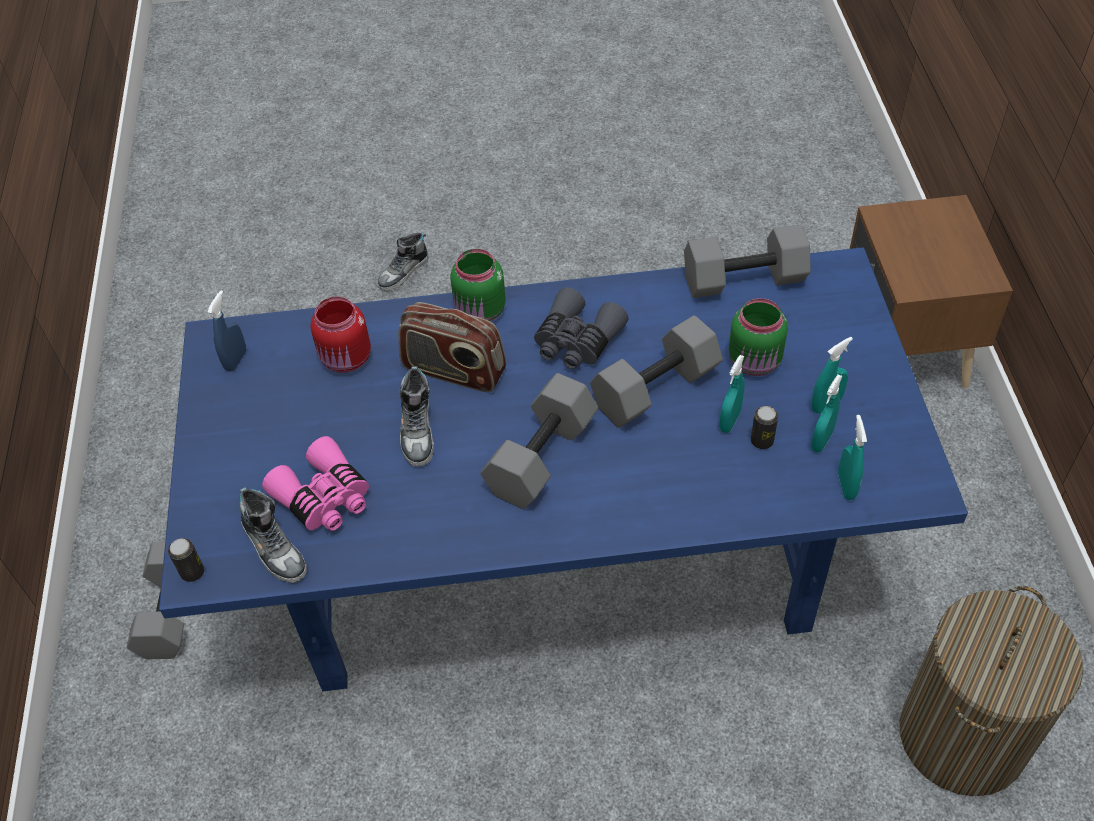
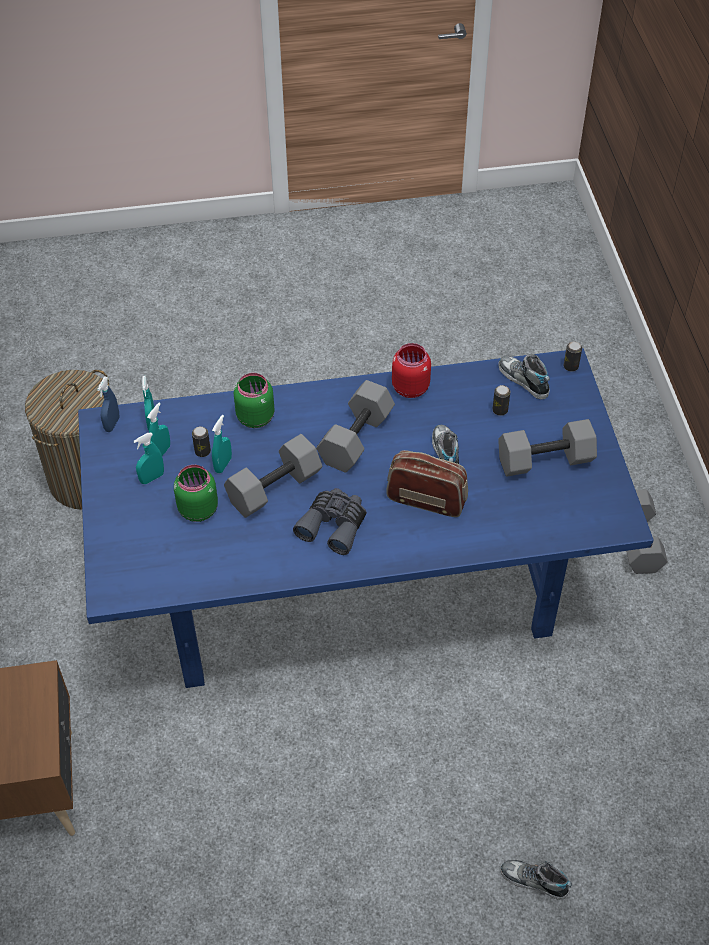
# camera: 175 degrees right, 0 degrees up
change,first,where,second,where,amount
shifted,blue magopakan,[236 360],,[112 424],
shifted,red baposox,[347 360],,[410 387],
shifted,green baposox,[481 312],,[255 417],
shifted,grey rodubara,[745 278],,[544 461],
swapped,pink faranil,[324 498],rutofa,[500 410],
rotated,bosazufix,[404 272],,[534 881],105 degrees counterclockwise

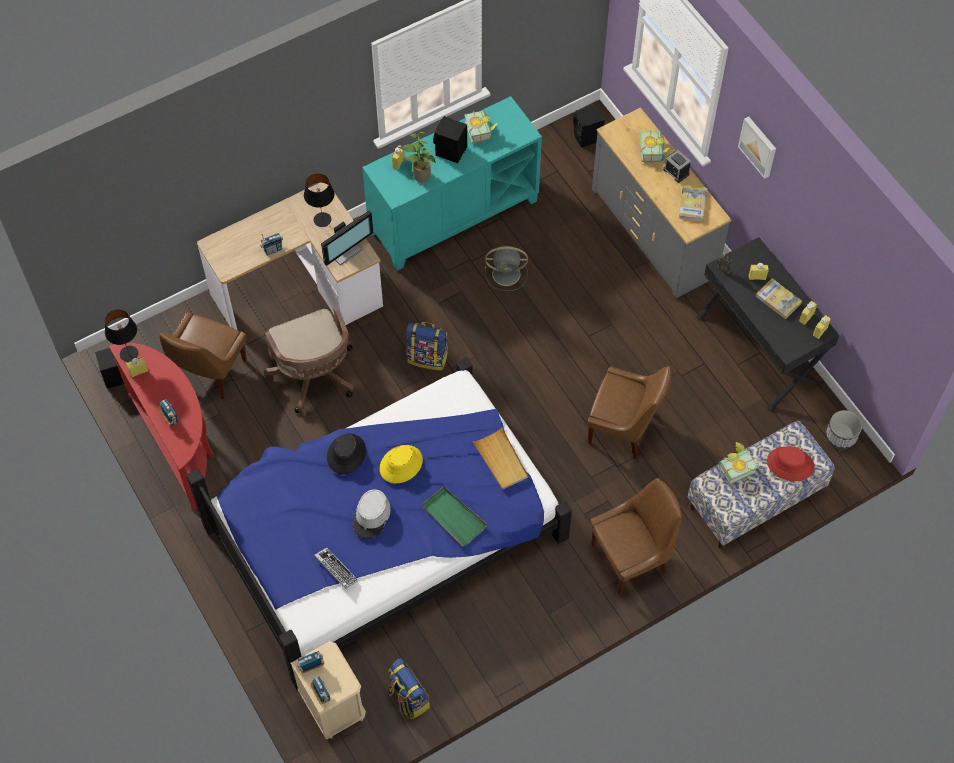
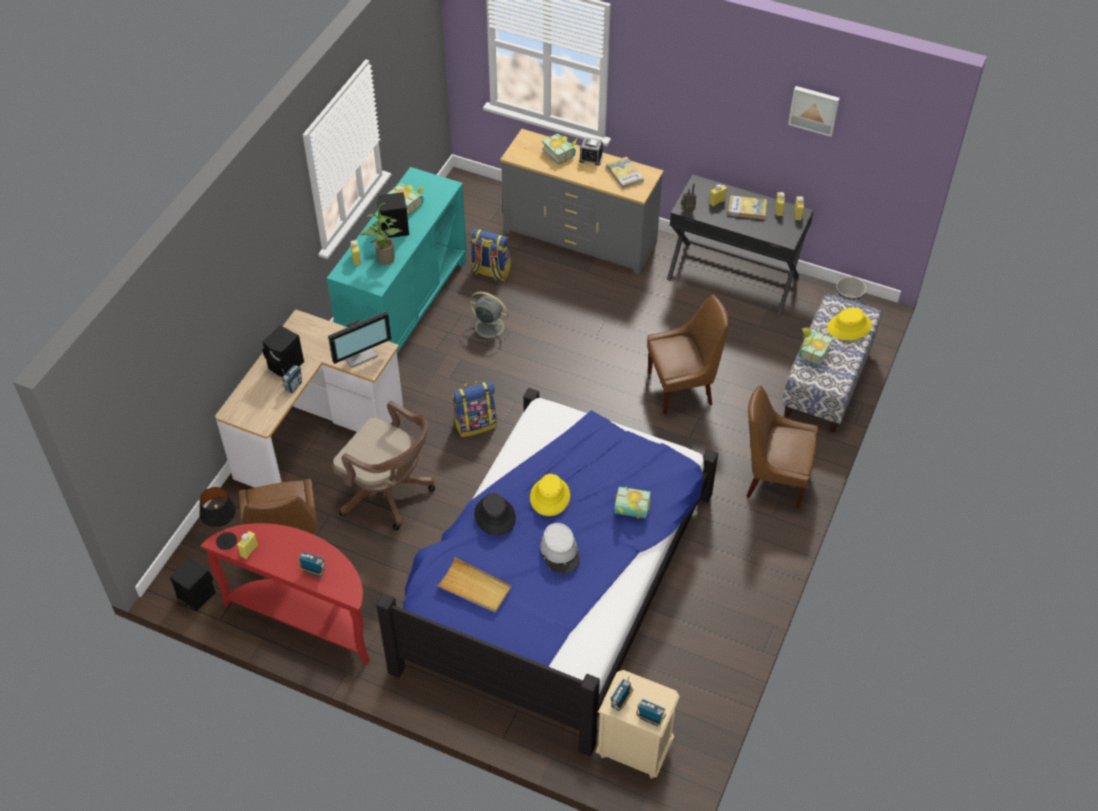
# camera: 35 degrees left, 10 degrees down
change,first,where,second,where,amount
gone,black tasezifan,[322 219],,,
gone,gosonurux,[336 569],,,
shifted,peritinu,[408 698],,[490 272],
shifted,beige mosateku,[501 460],,[474 587],
shifted,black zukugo,[588 137],,[286 366],
shifted,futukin,[759 146],,[814 109],
swapped,green mosateku,[453 517],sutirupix,[631 512],
repainted,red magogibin,[790 464],yellow magogibin,[849 327],
rotated,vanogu,[344 250],,[359 353],45 degrees clockwise
rotated,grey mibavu,[507 274],,[488 326],120 degrees counterclockwise
rotated,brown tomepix,[631 557],,[773 478],105 degrees counterclockwise

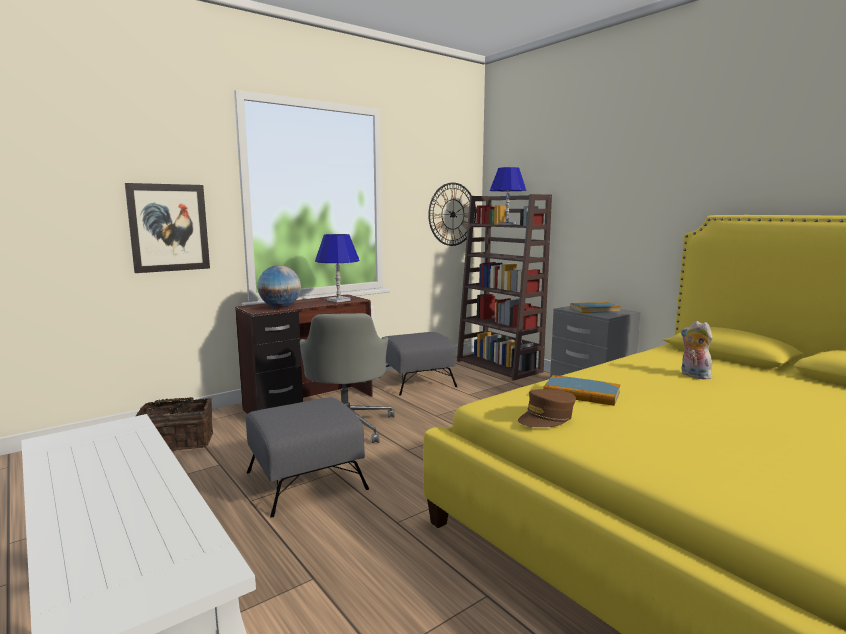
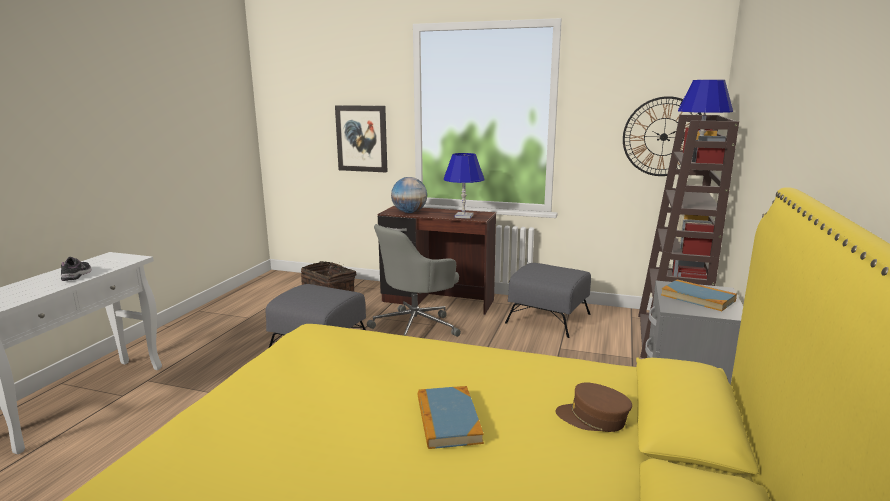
# camera: 55 degrees right, 5 degrees up
change,first,where,second,where,amount
gone,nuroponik,[693 375],,,
new,,,bosazufix,[77 275],
shifted,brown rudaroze,[546 418],,[593 418],
shifted,sutirupix,[581 393],,[448 420],

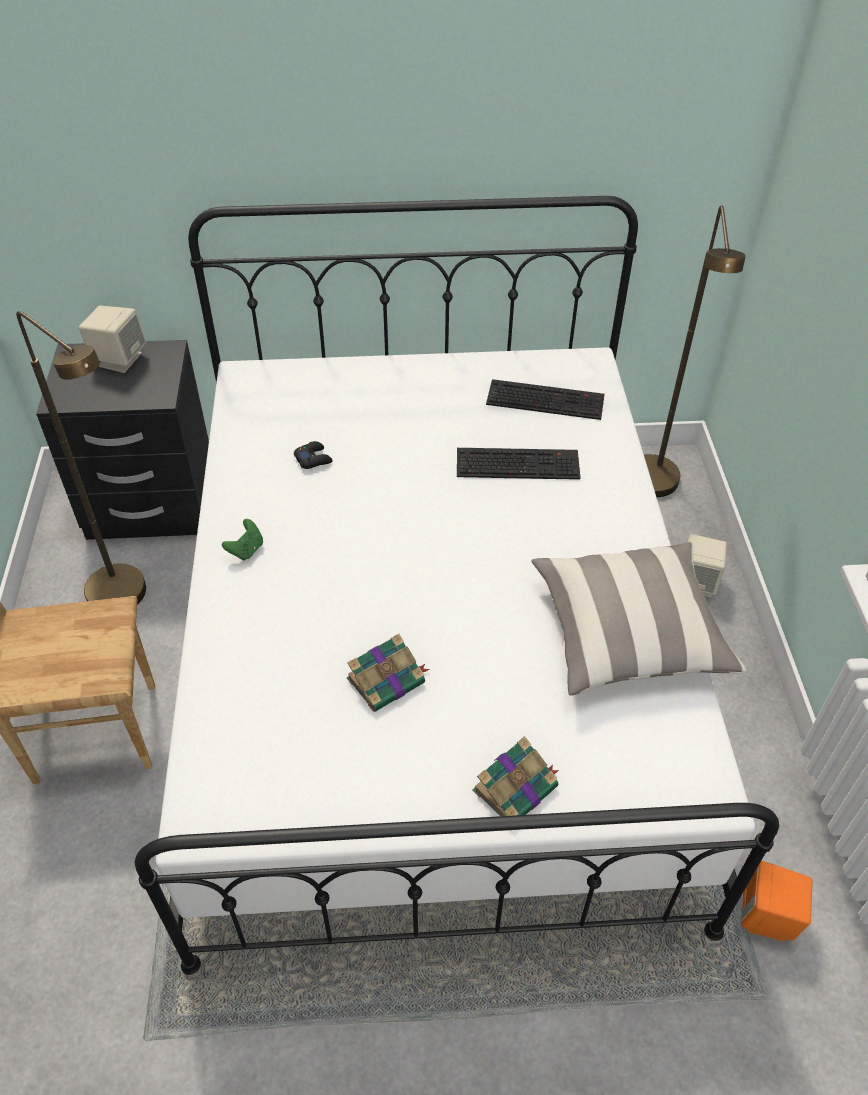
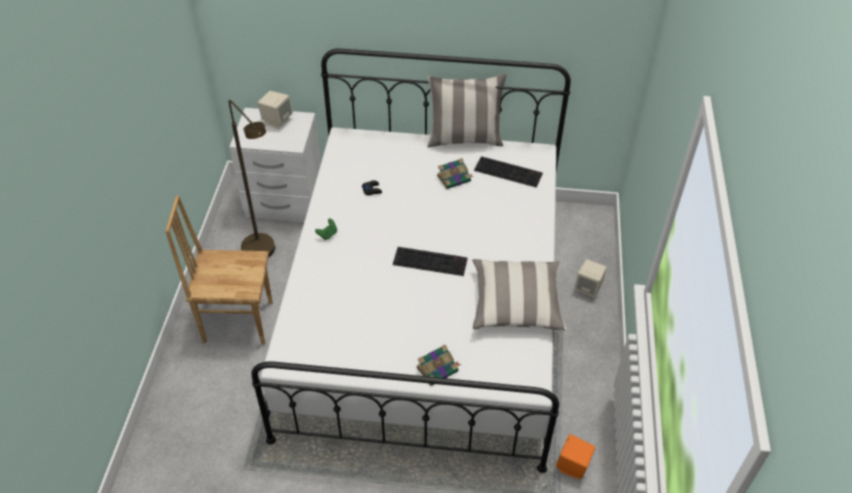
# camera: 10 degrees right, 0 degrees up
change,first,where,second,where,amount
gone,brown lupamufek,[654 489],,,
new,,,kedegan,[464 139],
shifted,sutirupix,[387 680],,[454 178],
shifted,gosonurux,[519 463],,[431 261],
repainted,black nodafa,[152 505],white nodafa,[284 202],

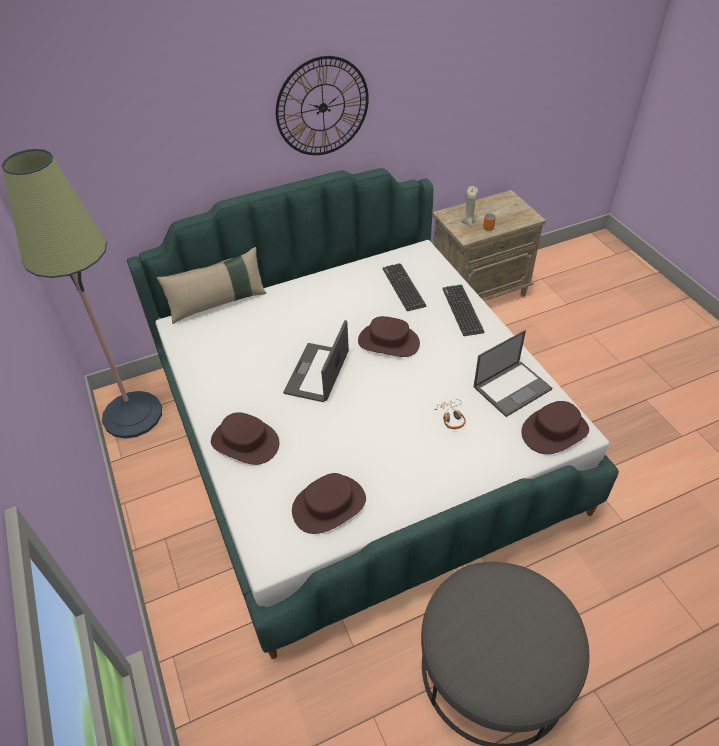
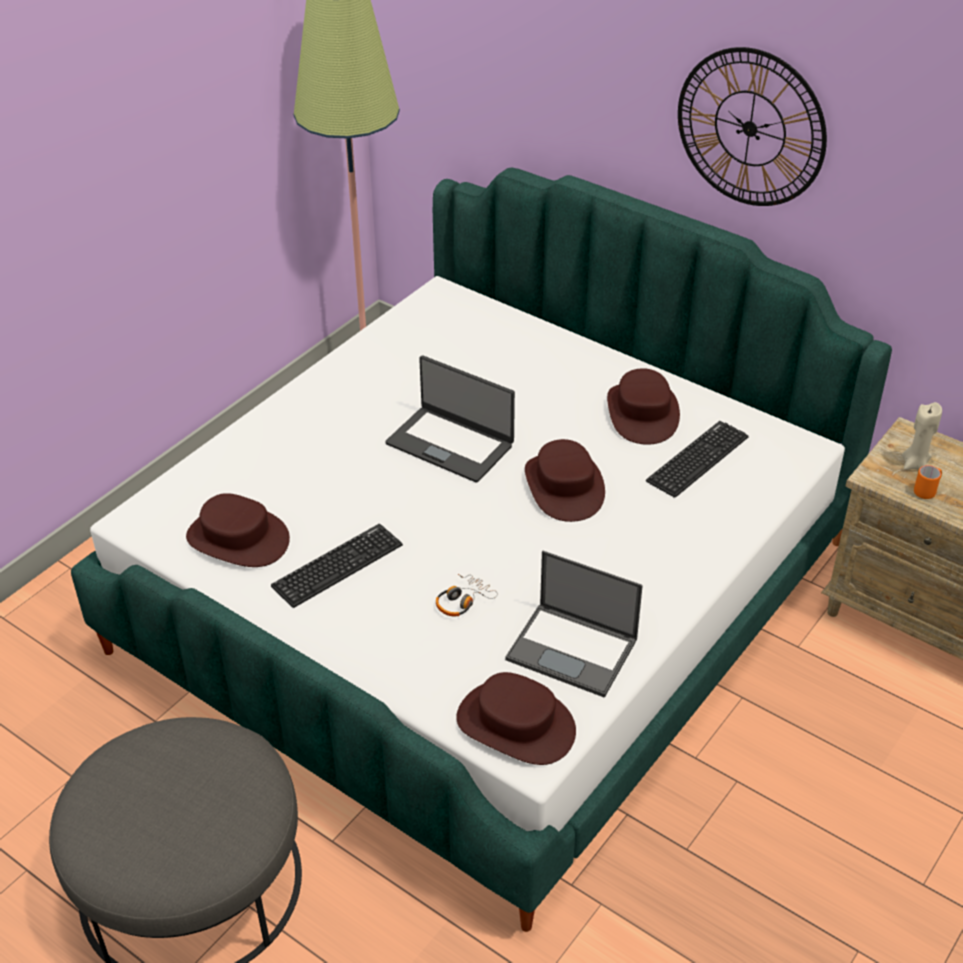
# camera: 60 degrees right, 5 degrees down
change,first,where,second,where,amount
gone,beige kedegan,[218 303],,,
shifted,brown magogibin,[245 442],,[642 413],
shifted,gosonurux,[462 310],,[337 566],
rotated,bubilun,[318 373],,[450 444],135 degrees counterclockwise

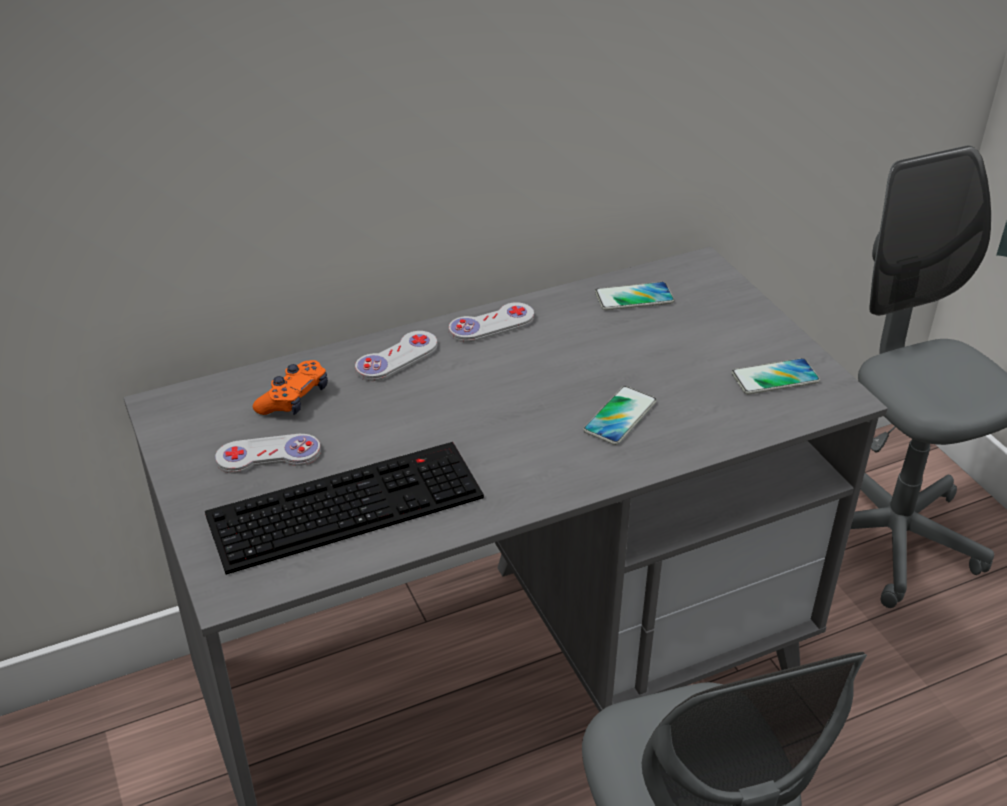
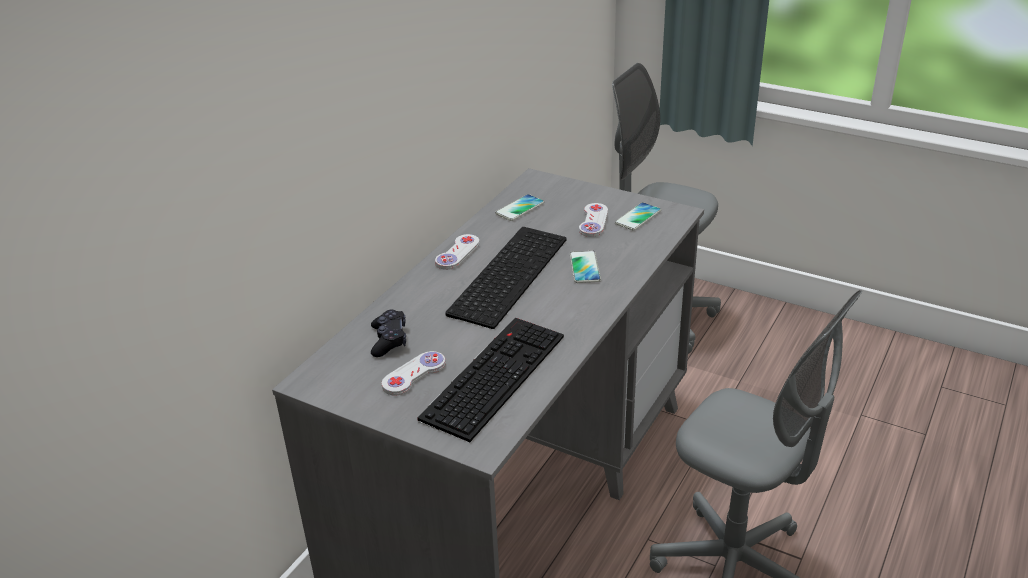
# camera: 35 degrees left, 5 degrees down
change,first,where,second,where,amount
new,,,gosonurux,[507 274],
shifted,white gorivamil,[397 358],,[593 221],
repainted,orange gorivamil,[294 399],black gorivamil,[389 340],

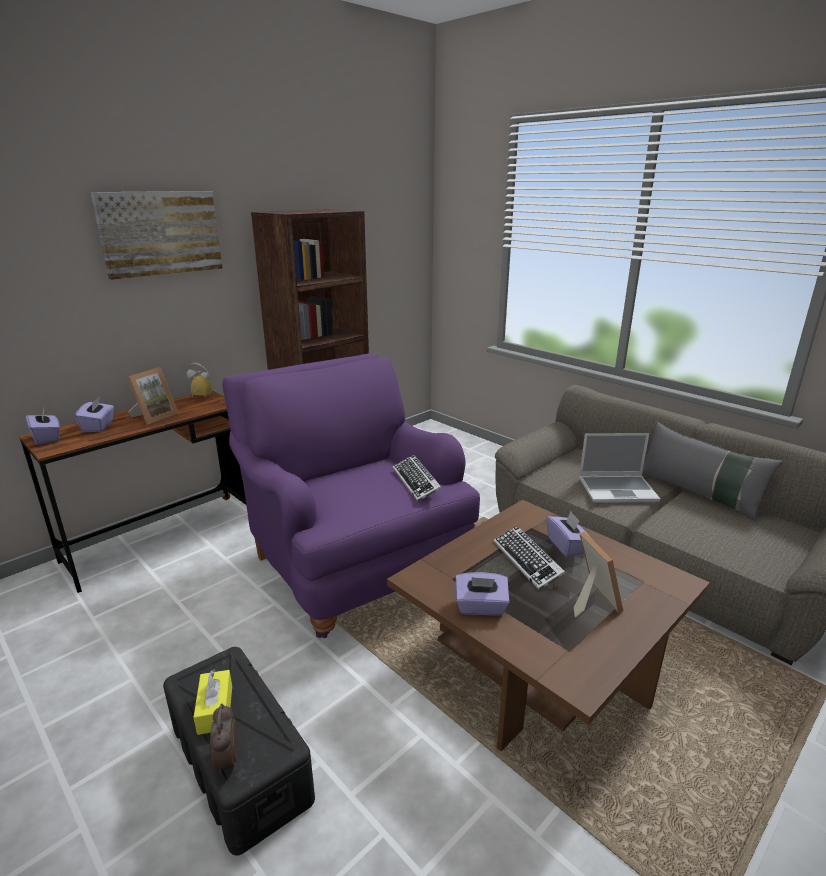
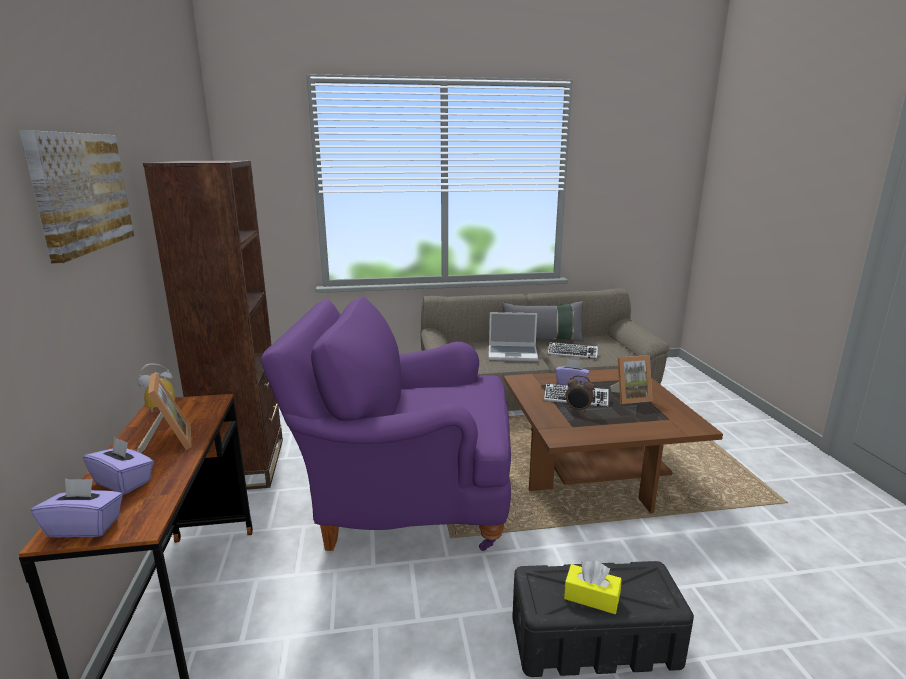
# camera: 55 degrees left, 5 degrees down
change,first,where,second,where,amount
gone,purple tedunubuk,[481 607],,,
shifted,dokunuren,[227 760],,[578 409],
shifted,gosonurux,[416 481],,[572 353],
rotated,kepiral,[590 600],,[630 397],150 degrees clockwise
rotated,bubilun,[617 490],,[513 354],60 degrees clockwise

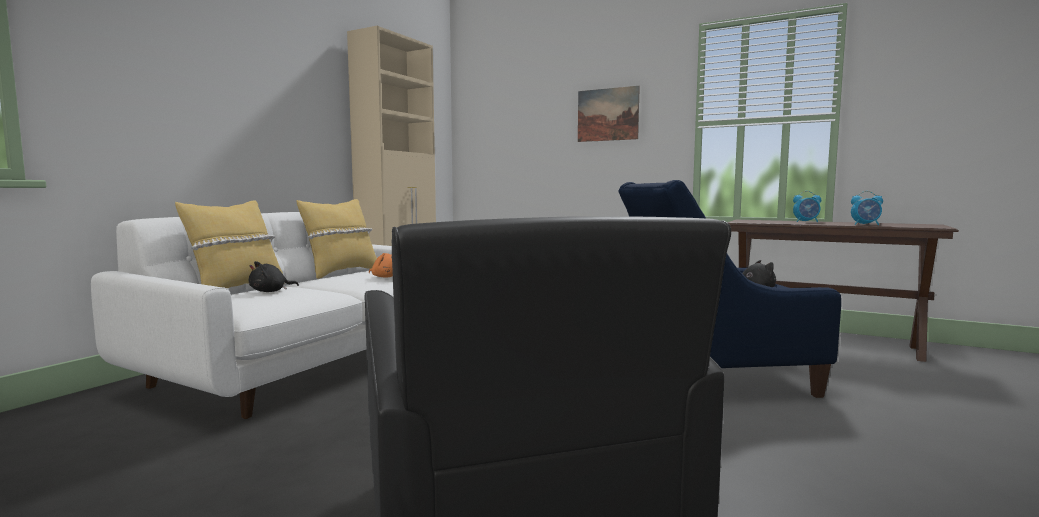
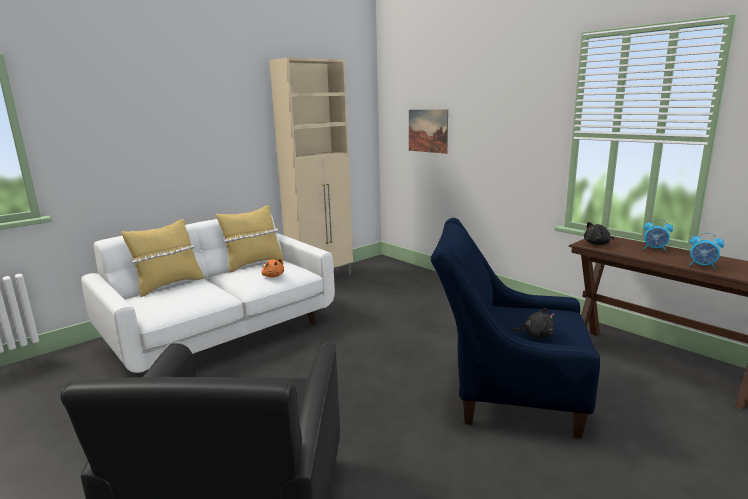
# camera: 20 degrees right, 10 degrees up
change,first,where,second,where,amount
shifted,black nuroponik,[270 291],,[598 244],
shifted,futukin,[607 114],,[428 131],

